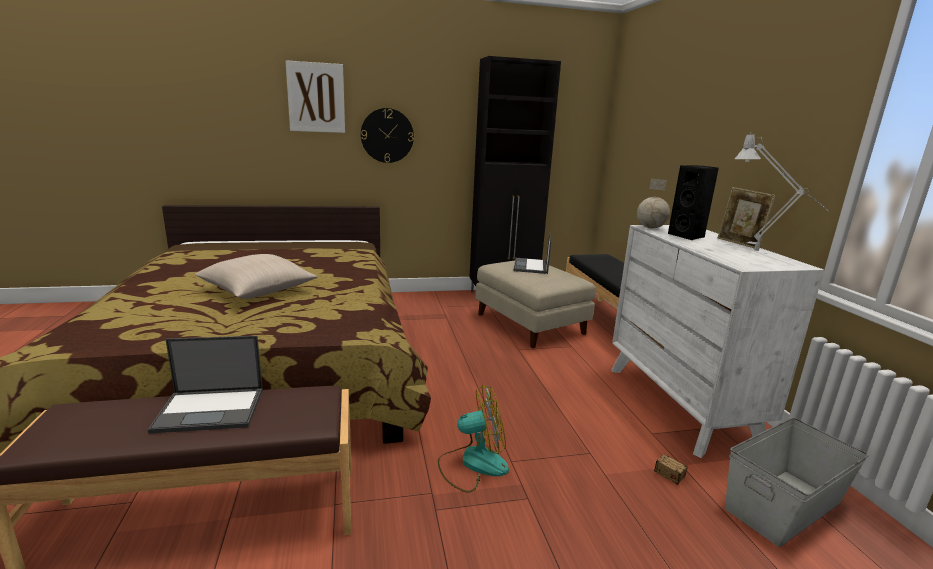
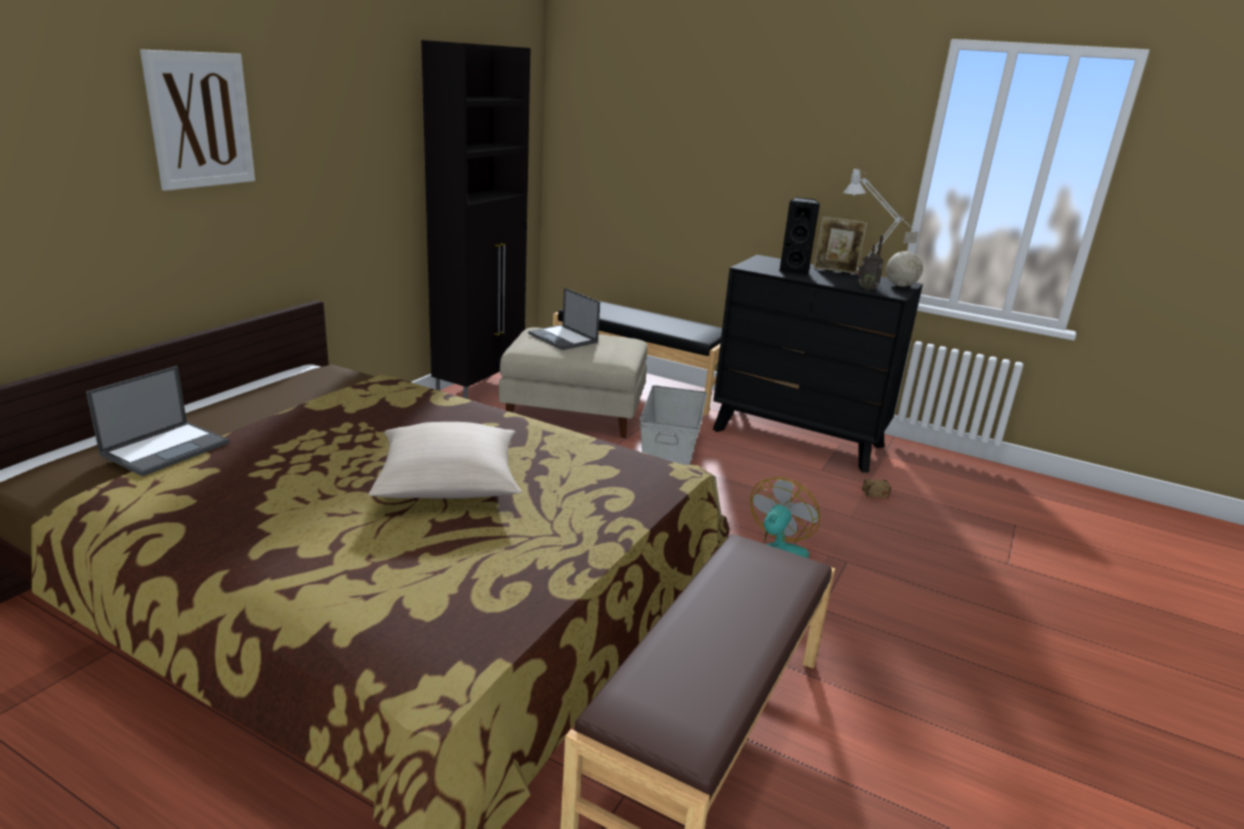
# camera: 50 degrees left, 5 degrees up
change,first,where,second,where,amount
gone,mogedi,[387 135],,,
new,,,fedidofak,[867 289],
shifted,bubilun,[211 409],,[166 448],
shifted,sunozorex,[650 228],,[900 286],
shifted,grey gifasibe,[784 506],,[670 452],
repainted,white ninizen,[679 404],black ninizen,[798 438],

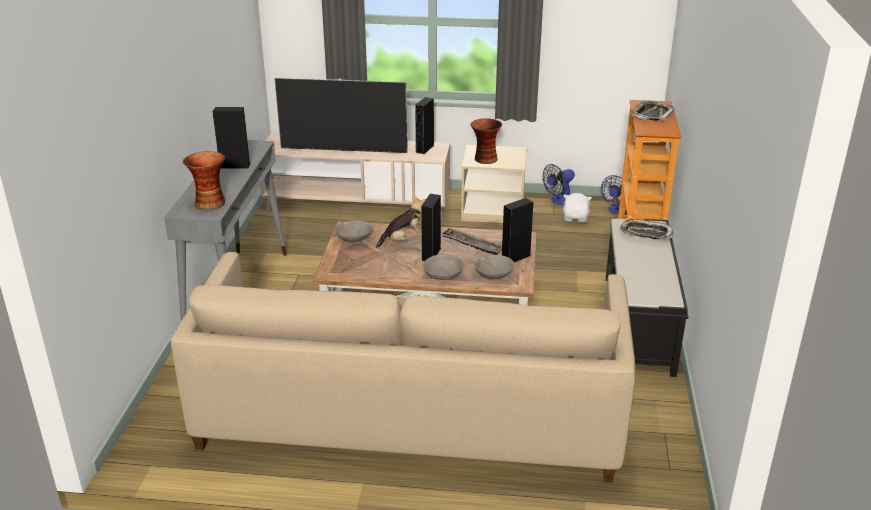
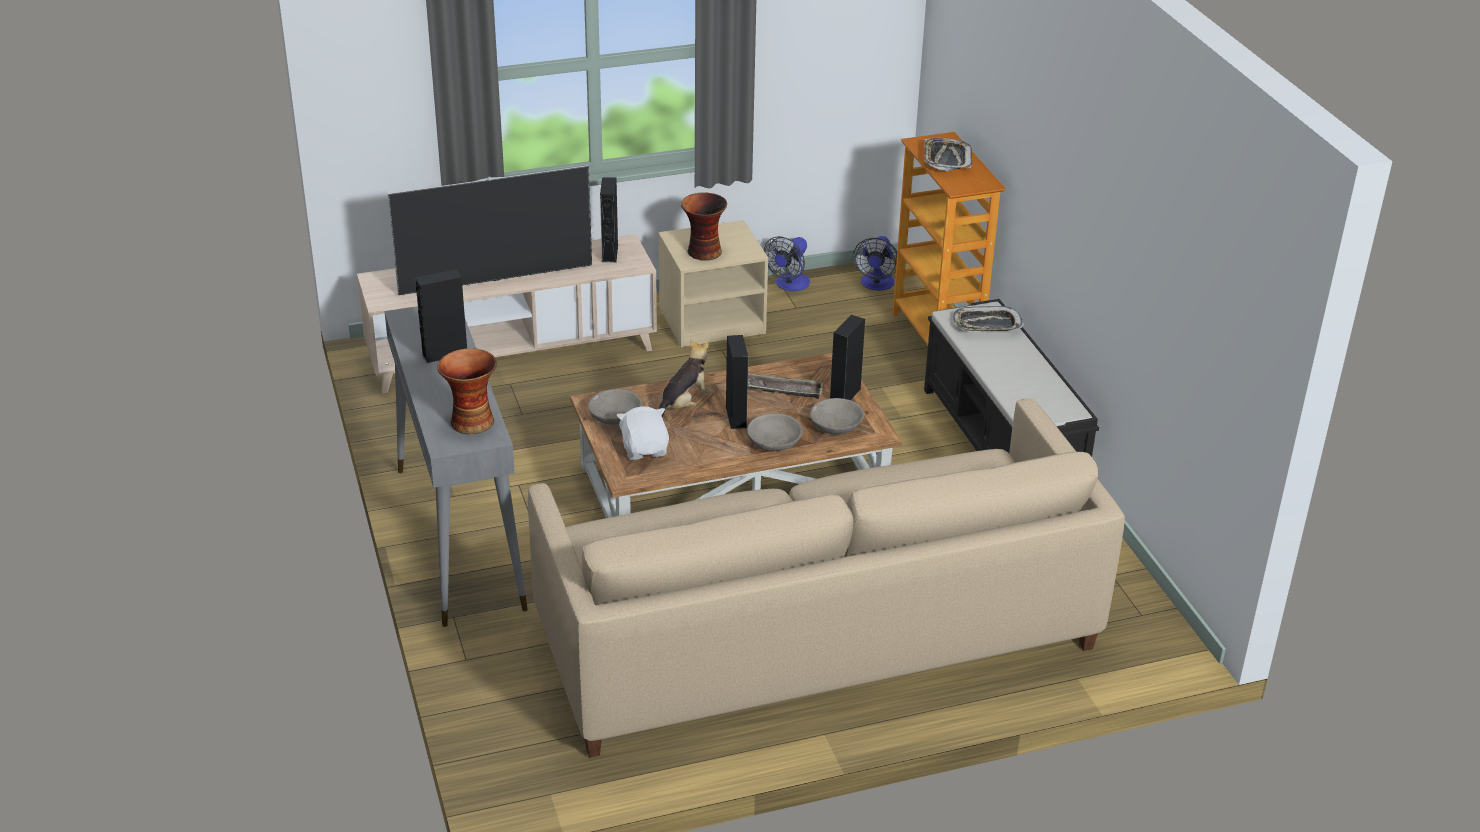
# camera: 25 degrees left, 5 degrees up
change,first,where,second,where,amount
shifted,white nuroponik,[575 218],,[645 449],

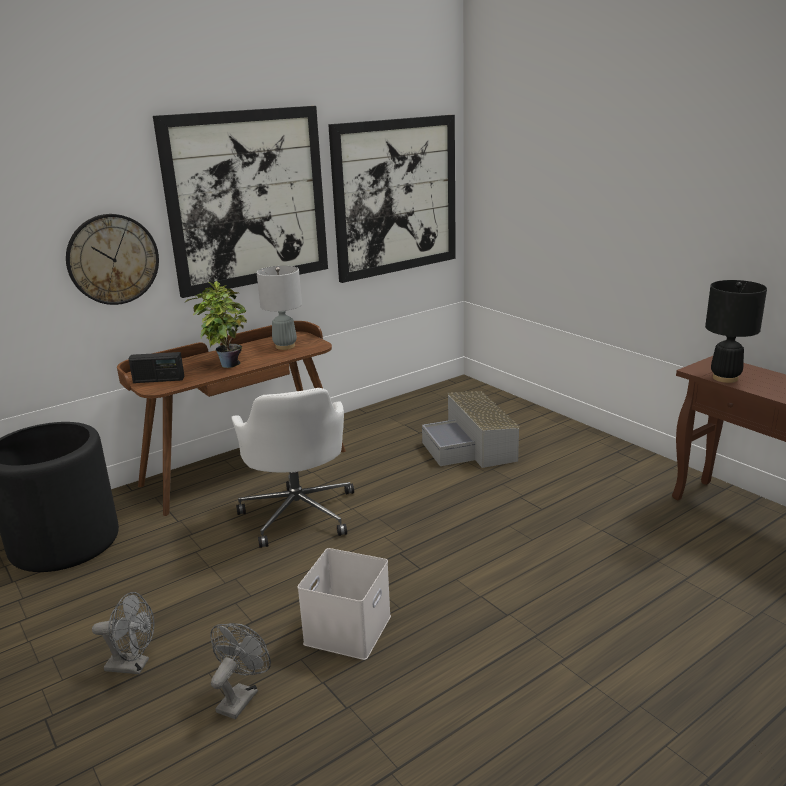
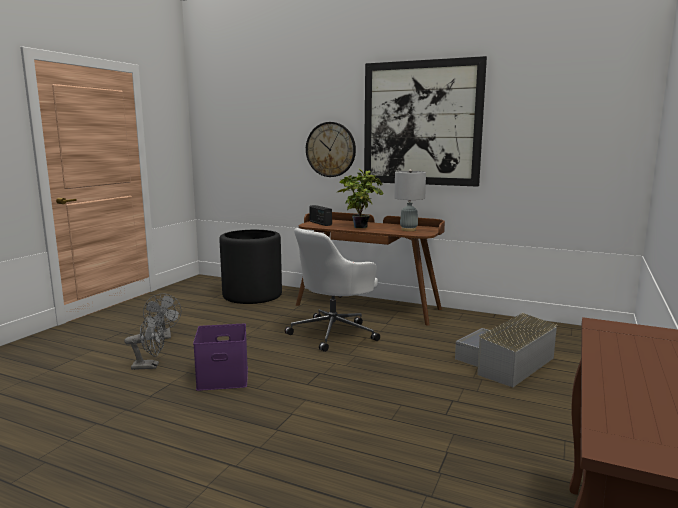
# camera: 60 degrees right, 10 degrees down
change,first,where,second,where,amount
gone,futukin,[395 197],,,
gone,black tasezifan,[725 378],,,
repainted,white gifasibe,[347 628],purple gifasibe,[224 377],

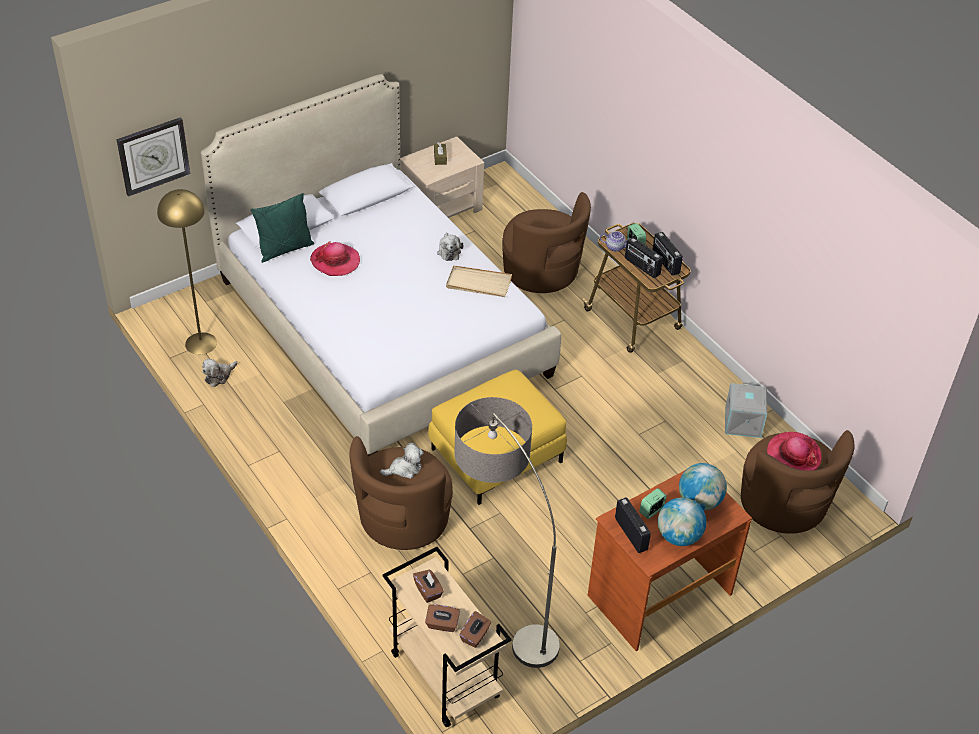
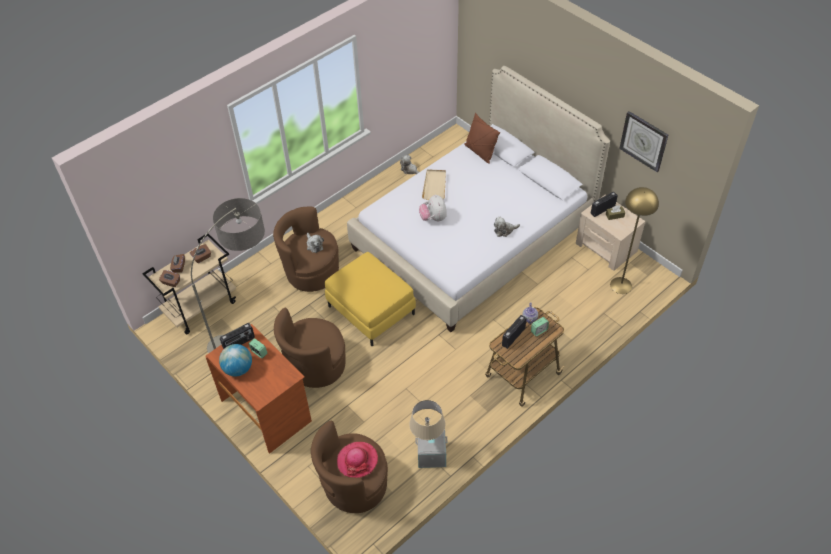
# camera: 85 degrees right, 5 degrees up
change,first,where,second,where,amount
gone,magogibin,[335 261],,,
gone,sunozorex,[699 501],,,
new,,,beige tasezifan,[427 440],
new,,,nuroponik,[433 218],
shifted,mogedi,[153 156],,[644 141],
shifted,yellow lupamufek,[200 343],,[621 285],
shifted,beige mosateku,[478 283],,[434 186],
shifted,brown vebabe,[542 272],,[315 365],
shifted,fedidofak,[665 263],,[602 209],
repainted,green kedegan,[285 249],brown kedegan,[480 152],

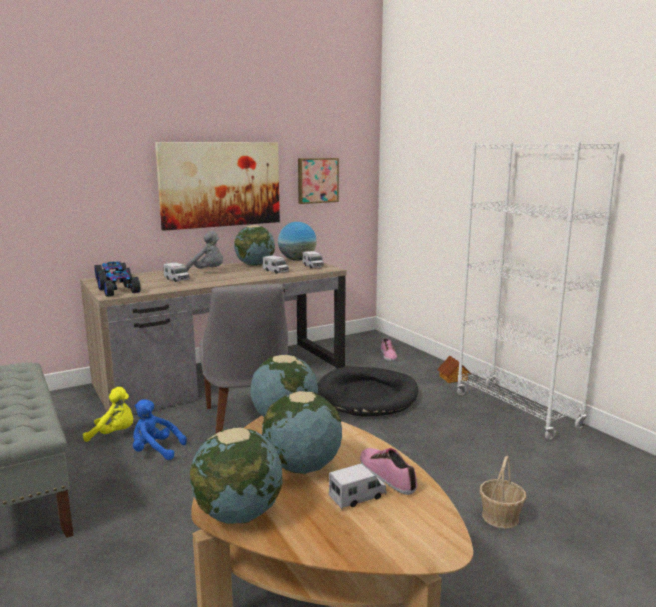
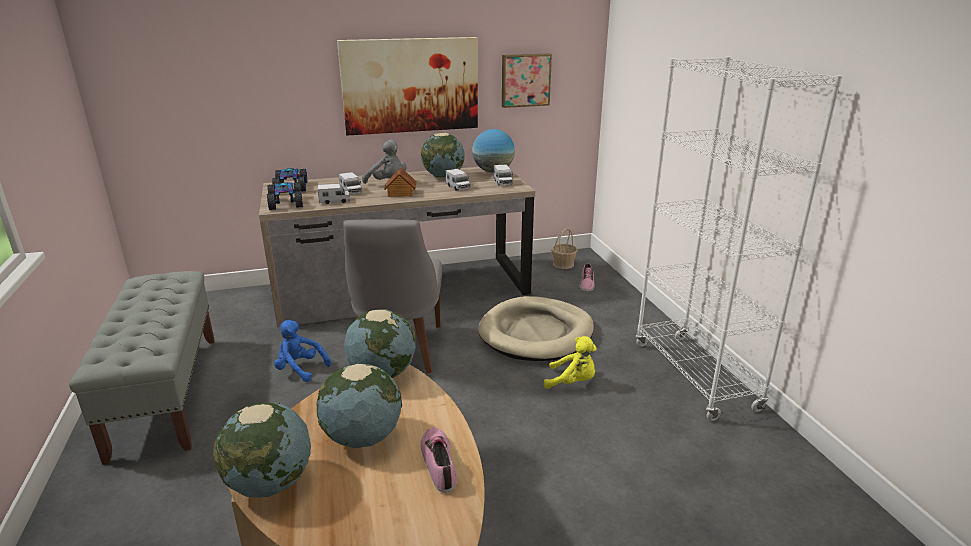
# camera: 15 degrees right, 10 degrees up
change,first,where,second,where,amount
shifted,yellow nuroponik,[114 434],,[572 382],
shifted,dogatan,[358 497],,[334 201],
shifted,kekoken,[453 378],,[400 193],
shifted,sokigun,[500 517],,[563 264],
repainted,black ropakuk,[367 396],beige ropakuk,[536 333],

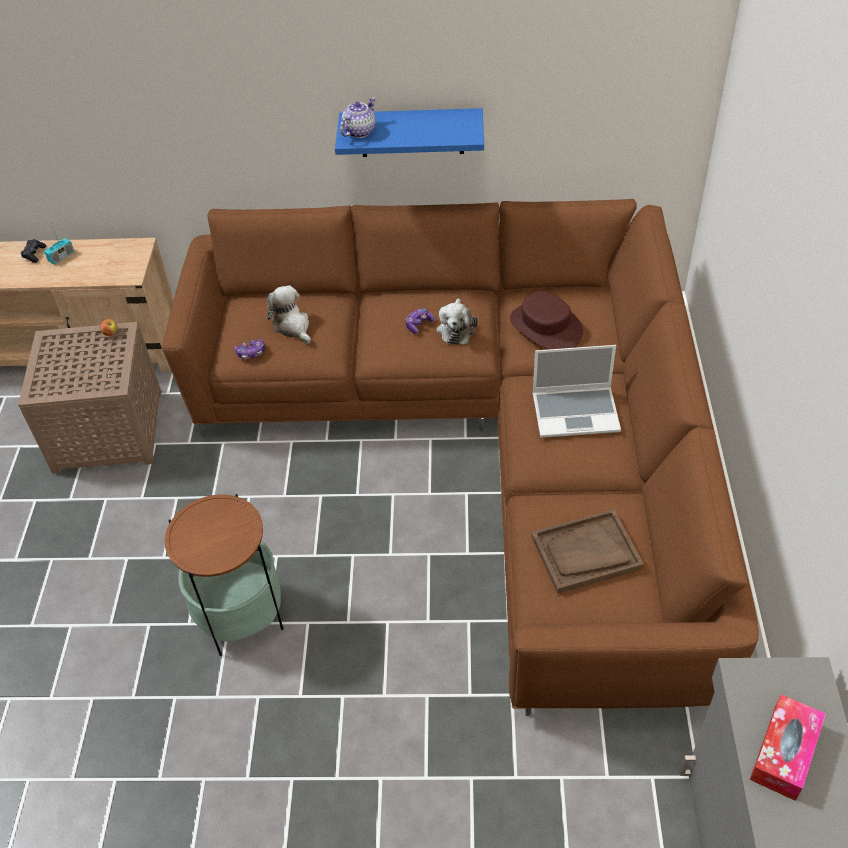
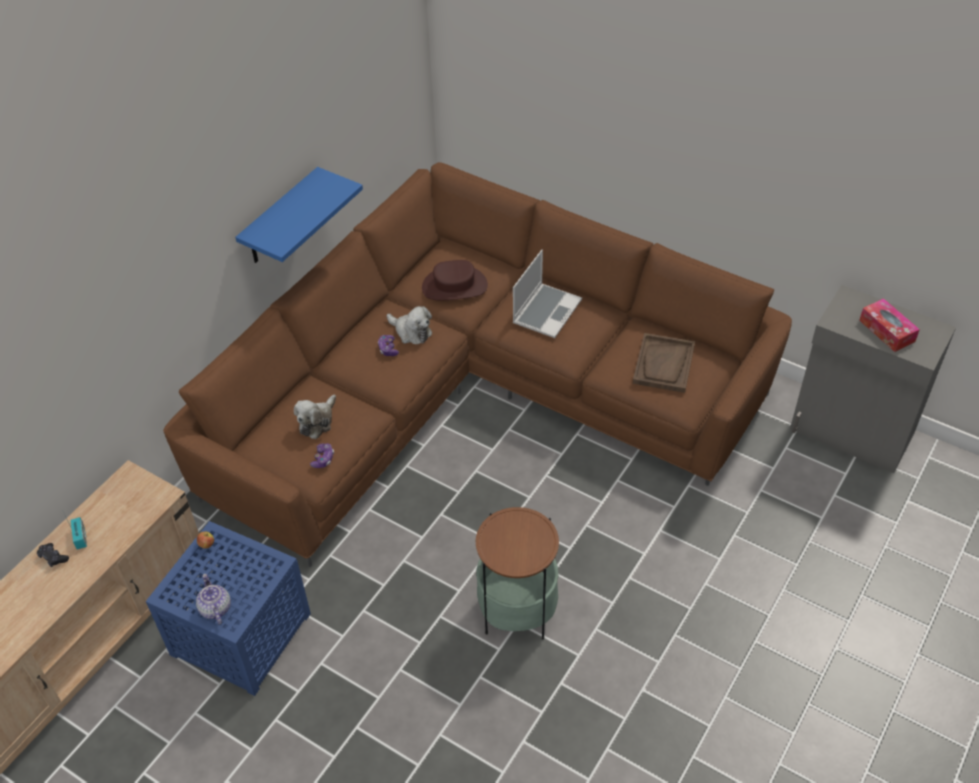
# camera: 60 degrees left, 0 degrees up
change,first,where,second,where,amount
shifted,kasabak,[359 131],,[215 608],
repainted,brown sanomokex,[110 429],blue sanomokex,[240 632],
rotated,nuroponik,[292 326],,[317 421],60 degrees counterclockwise

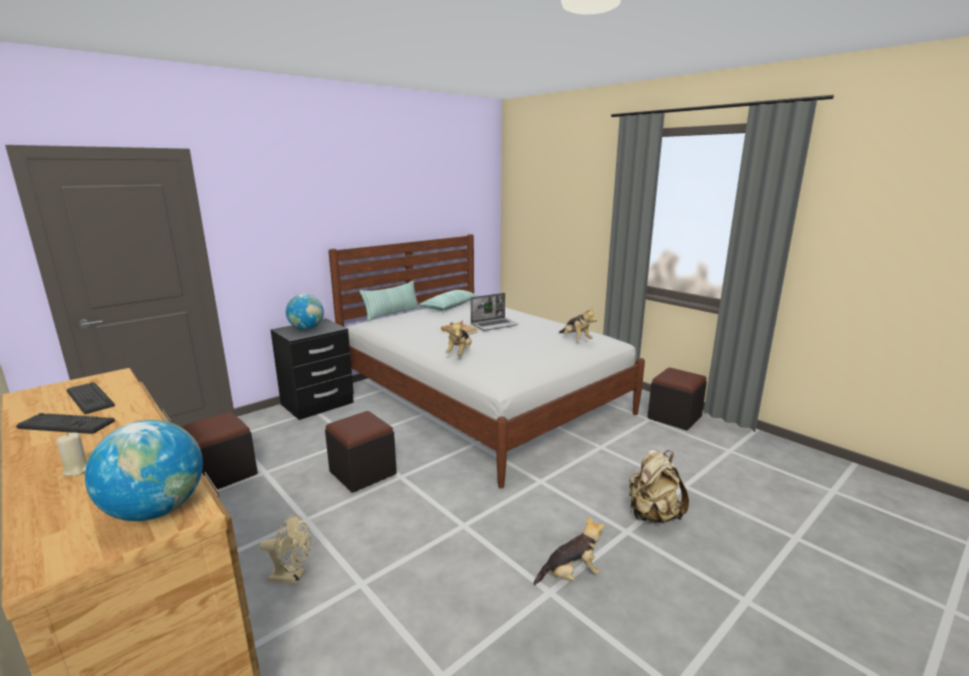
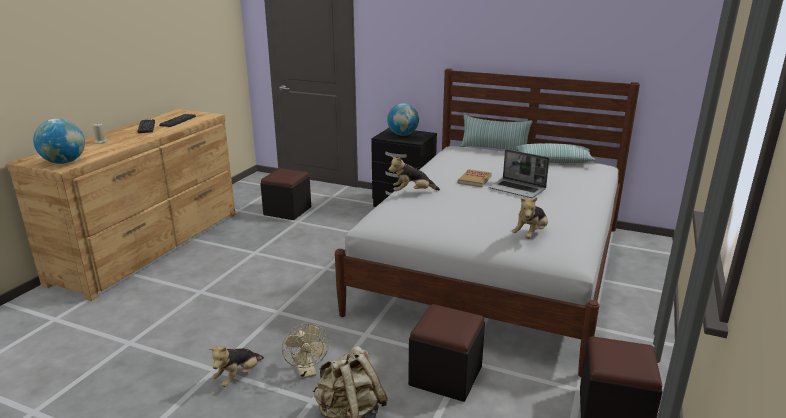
# camera: 65 degrees right, 5 degrees up
change,first,where,second,where,amount
shifted,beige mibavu,[292 576],,[307 372],
shifted,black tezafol,[363 472],,[445 376],
rotated,nuroponik,[570 574],,[238 376],75 degrees clockwise

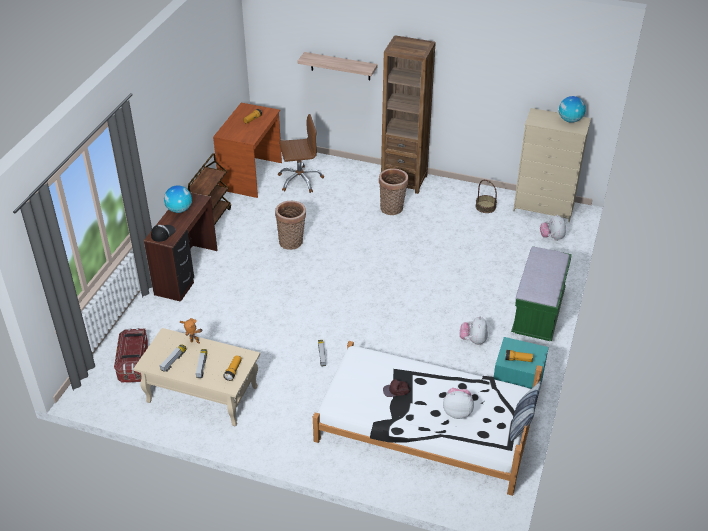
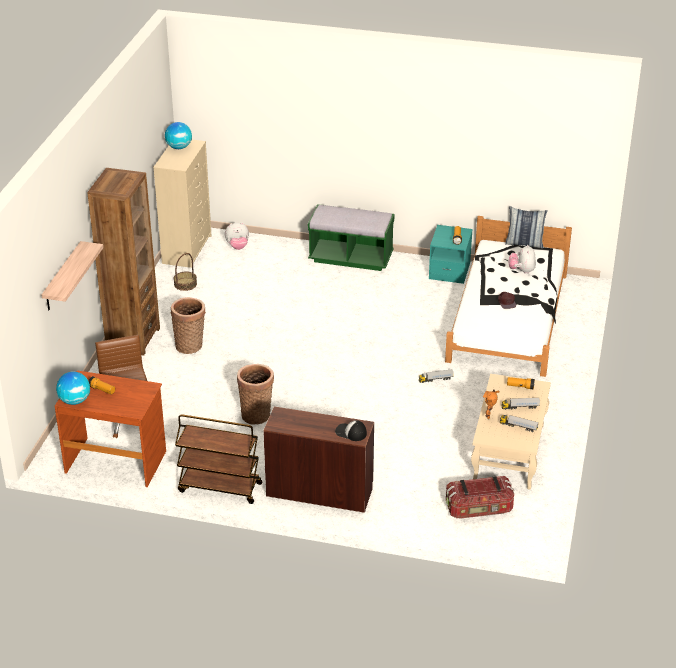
# camera: 95 degrees left, 5 degrees down
change,first,where,second,where,amount
gone,nuroponik,[473 340],,,
shifted,sunozorex,[179 210],,[74 401],

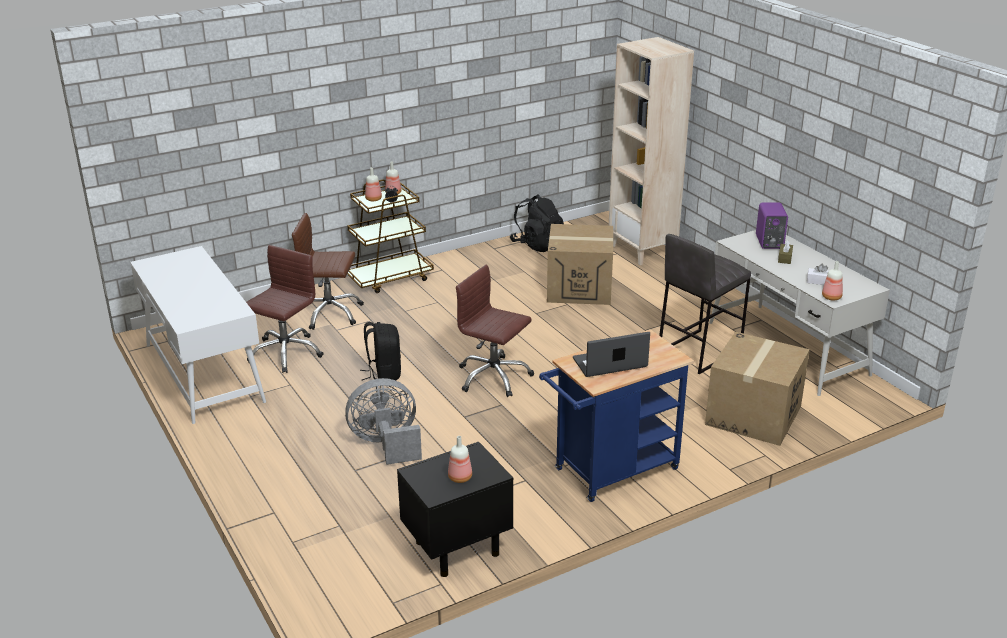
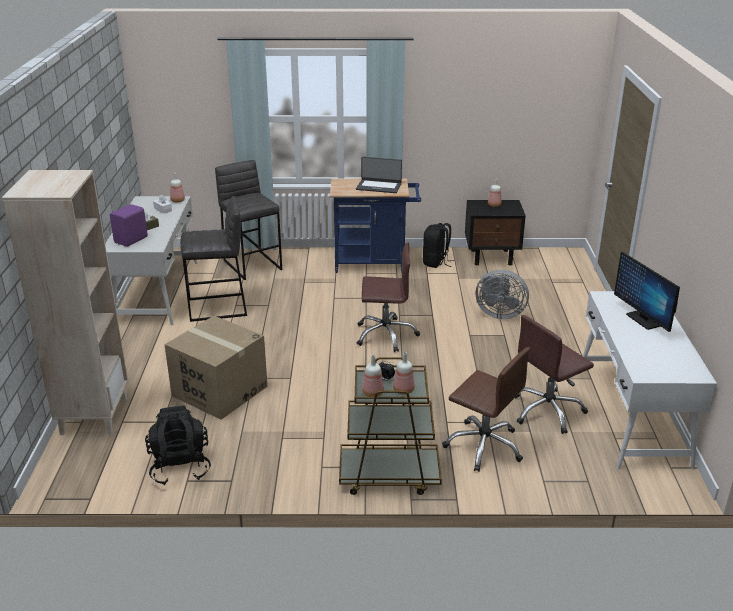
# camera: 150 degrees left, 0 degrees up
change,first,where,second,where,amount
new,,,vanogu,[643 320],
shifted,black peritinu,[383 374],,[436 262],
swapped,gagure,[753 416],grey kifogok,[253 264],
rotated,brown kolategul,[493 377],,[385 335],60 degrees counterclockwise

